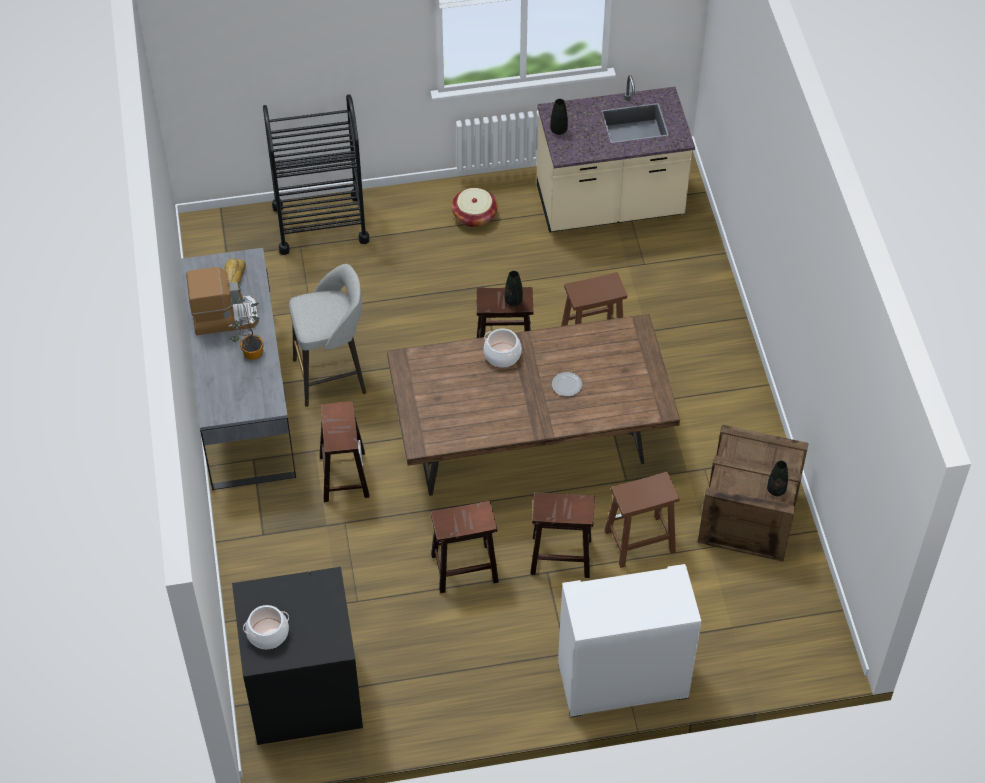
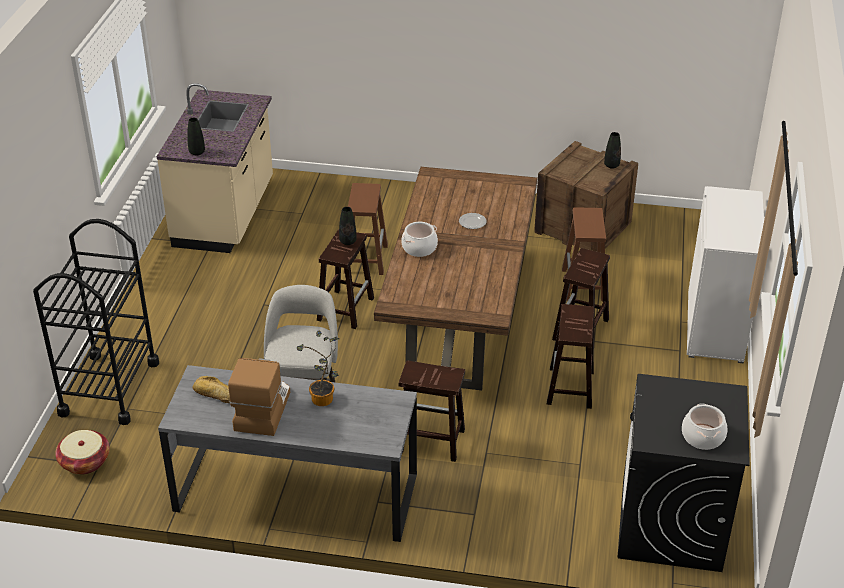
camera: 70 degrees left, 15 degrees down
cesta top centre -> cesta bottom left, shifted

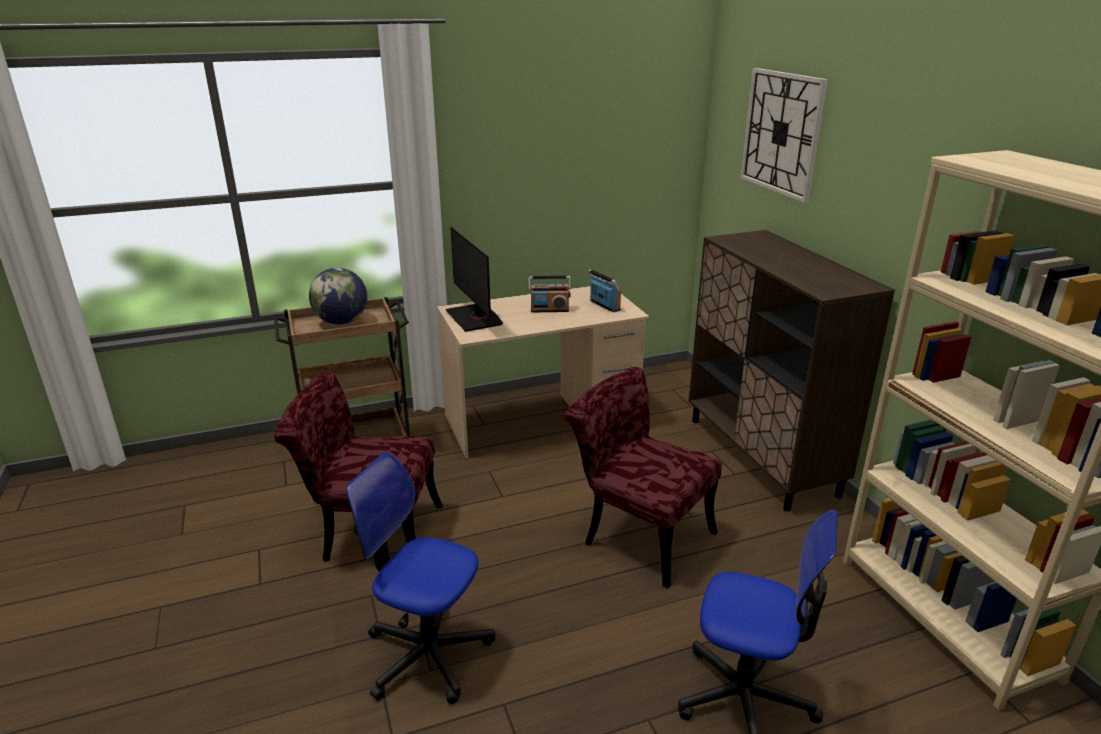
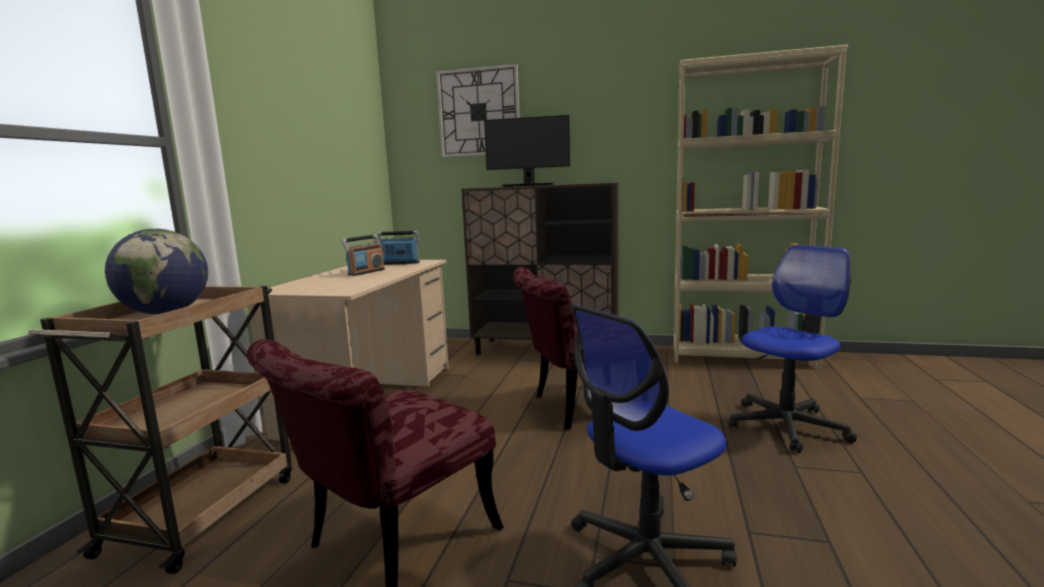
camera: 55 degrees left, 15 degrees down
monitor centre -> monitor top centre, shifted

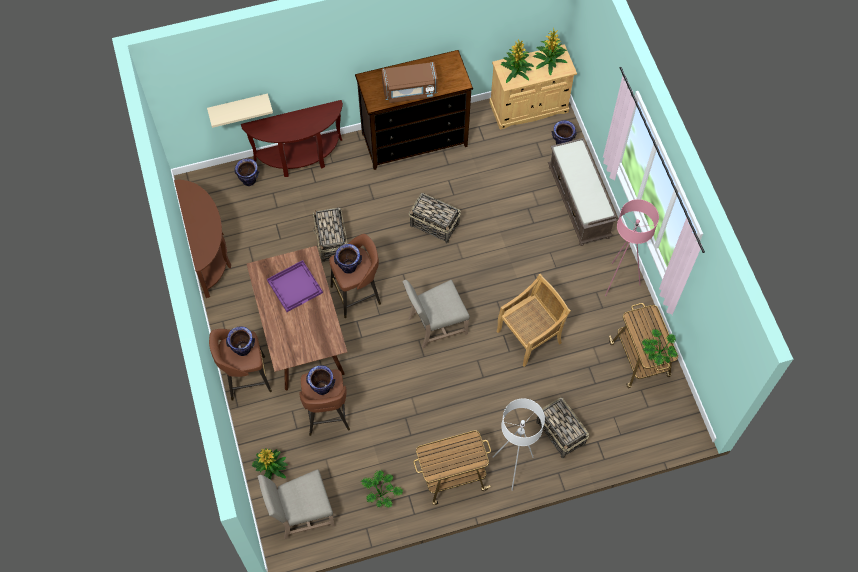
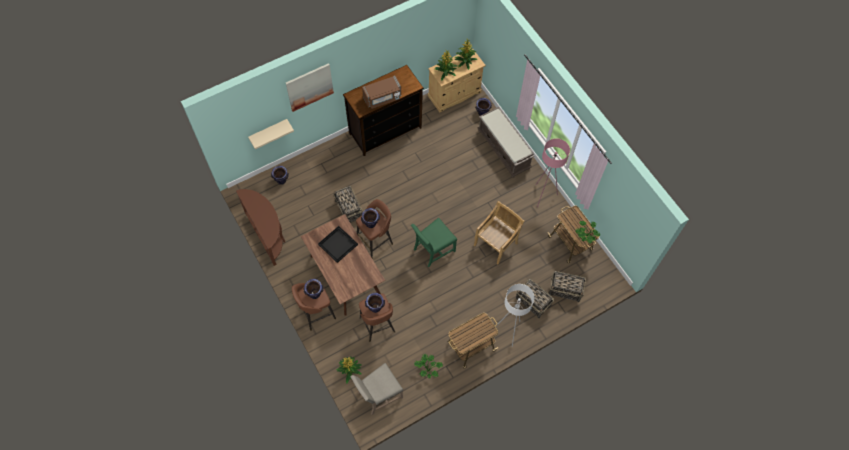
camera: 15 degrees left, 0 degrees up
mesa consola (marrón) (no. 2 from left) top centre -> none
bandeja (morado) centre -> bandeja (negro) centre
silla (beis) (no. 2 from left) centre -> silla (verde) centre
cesta (no. 2 from left in the first image) centre -> cesta (no. 3 from left) middle right, shifted
none -> cuadro top centre

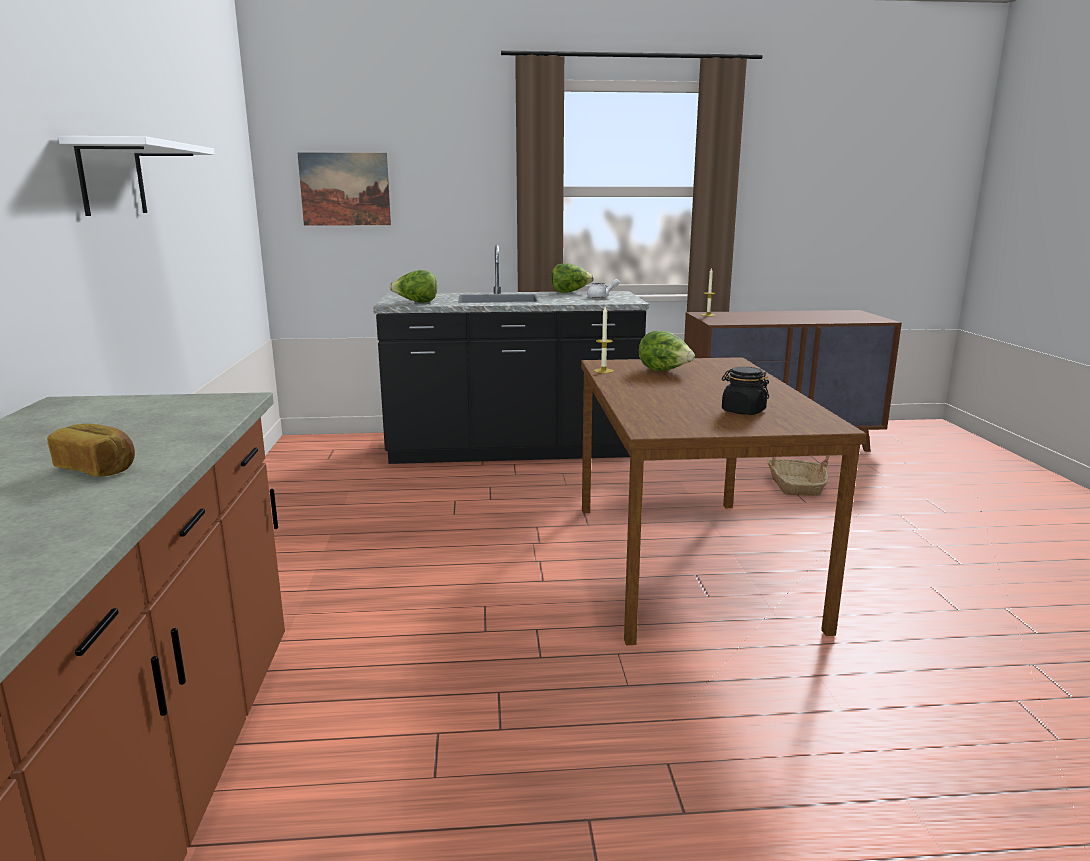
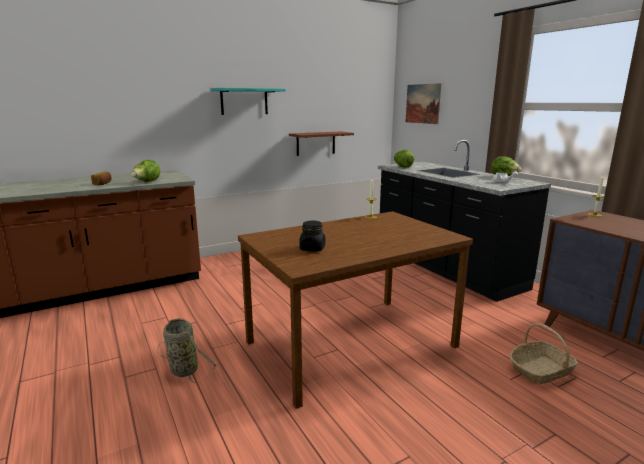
camera: 65 degrees right, 0 degrees up
estante (blanco) top left -> estante (turquesa) top centre
lechuga (no. 3 from left in the first image) centre -> lechuga (no. 1 from left) middle left, shifted
none -> cesta (no. 1 from left) bottom left
none -> estante (marrón) top centre

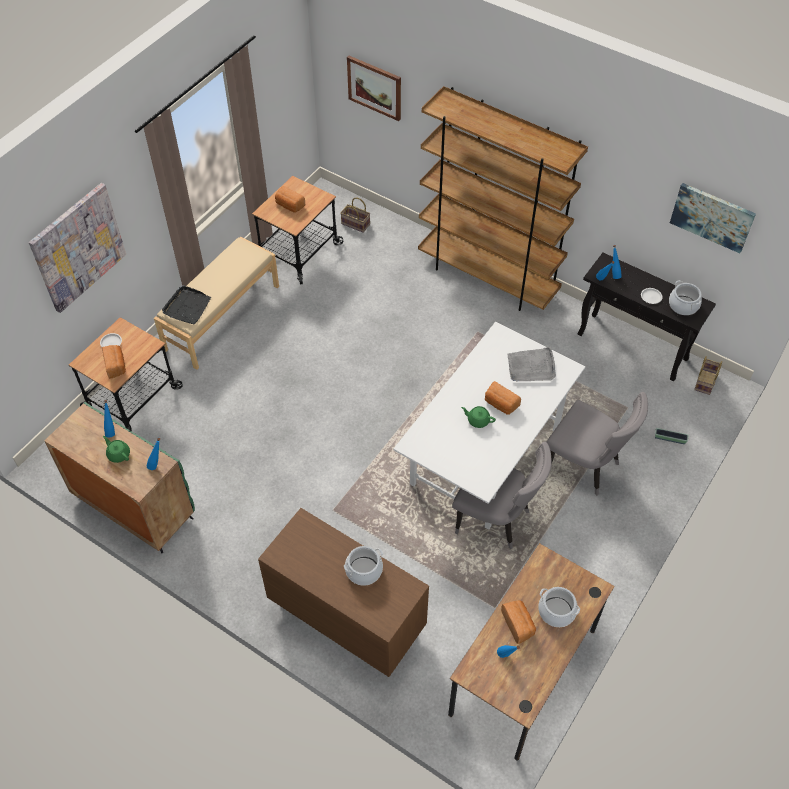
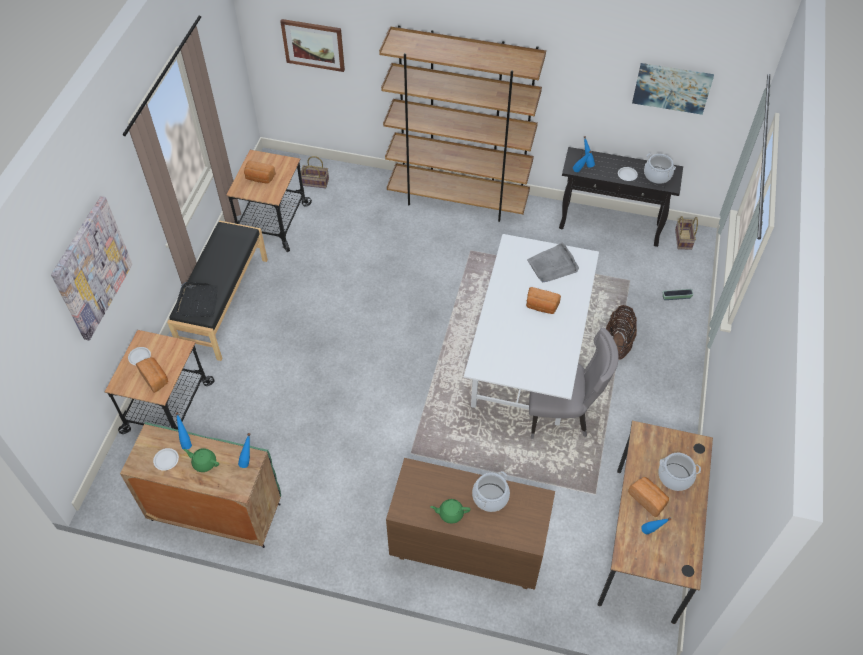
camera: 20 degrees left, 0 degrees up
banco (beis) middle left -> banco (negro) middle left
tetera (verde) (no. 2 from left) centre -> tetera (verde) (no. 2 from left) bottom centre, shifted
silla (gris) (no. 2 from left) middle right -> cesta (no. 2 from left) middle right
none -> plato (blanco) (no. 2 from left) bottom left

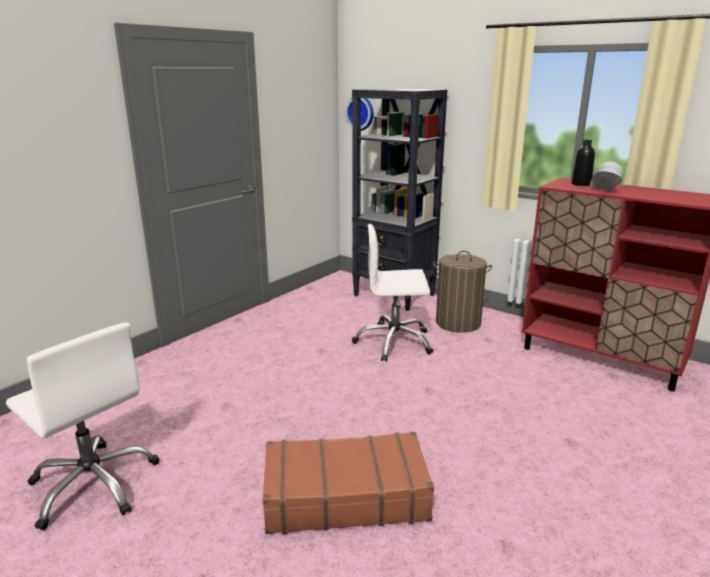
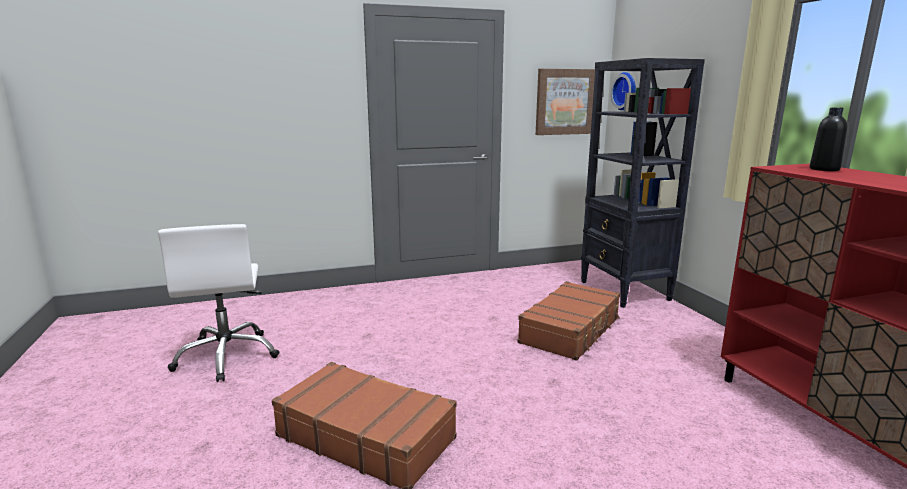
camera: 35 degrees right, 5 degrees down
silla de oficina (blanco) (no. 2 from left) centre -> maleta (marrón) (no. 2 from left) centre
cesto de la ropa centre -> none
casco (blanco) top right -> none
none -> cuadro top centre

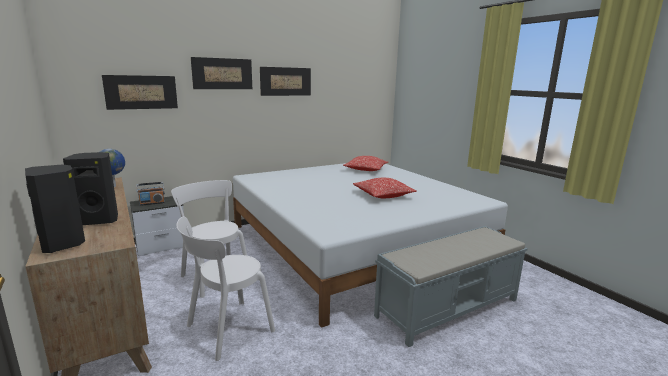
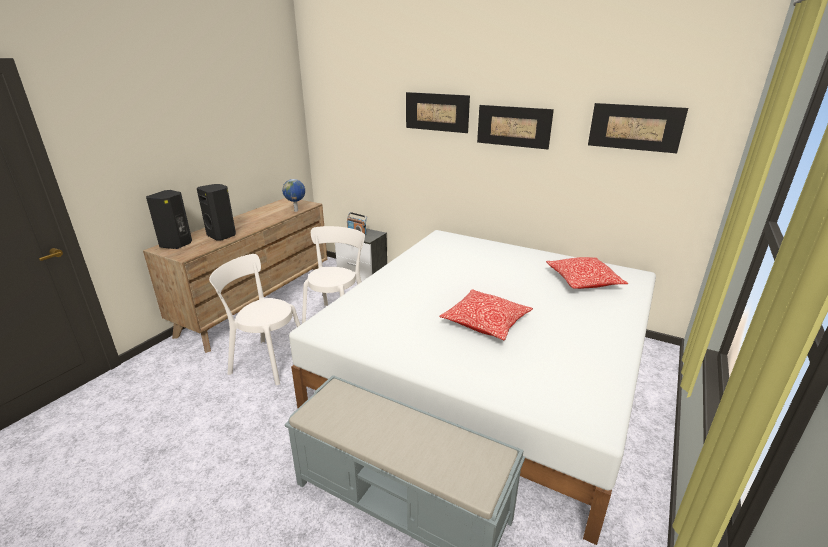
camera: 60 degrees right, 10 degrees up
cuadro (no. 1 from left in the first image) top left -> cuadro (no. 3 from left) top right, shifted

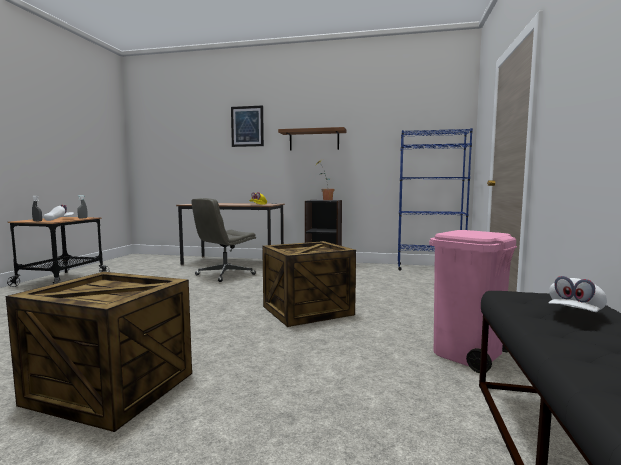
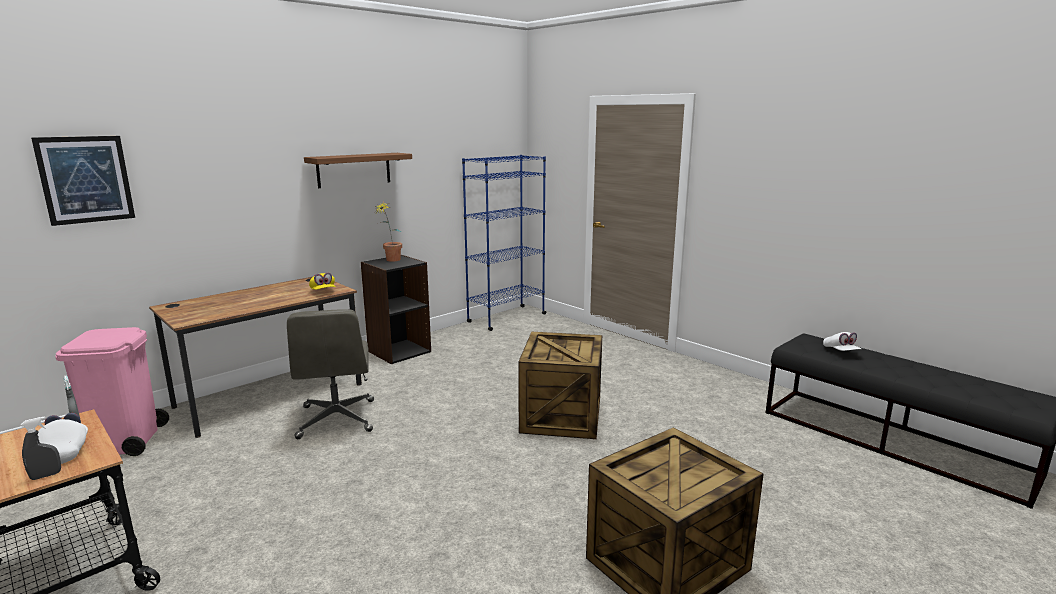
camera: 55 degrees left, 10 degrees up
cuadro top centre -> cuadro top left, shifted
papelera (rosa) middle right -> papelera (rosa) middle left, shifted

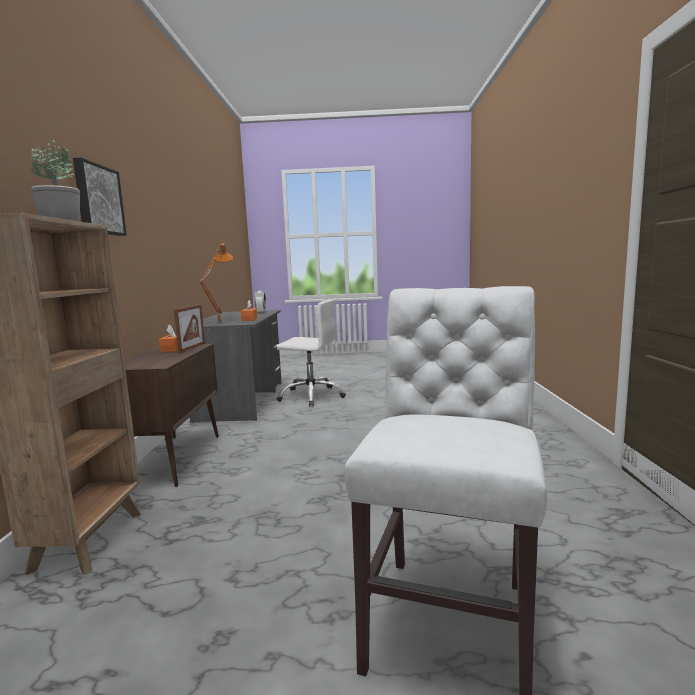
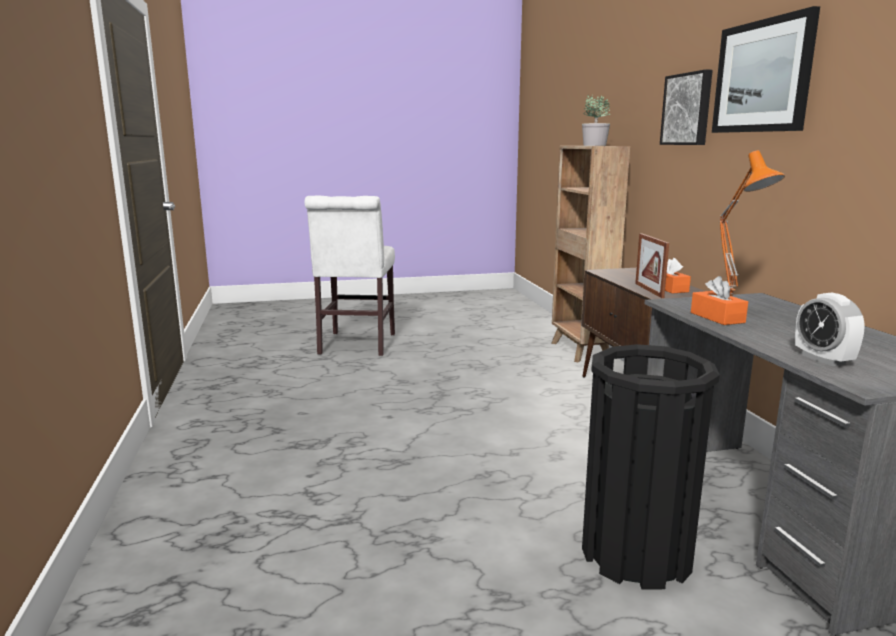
camera: 165 degrees right, 5 degrees up
silla de oficina (blanco) centre -> papelera (negro) bottom right
none -> cuadro (no. 2 from left) top right

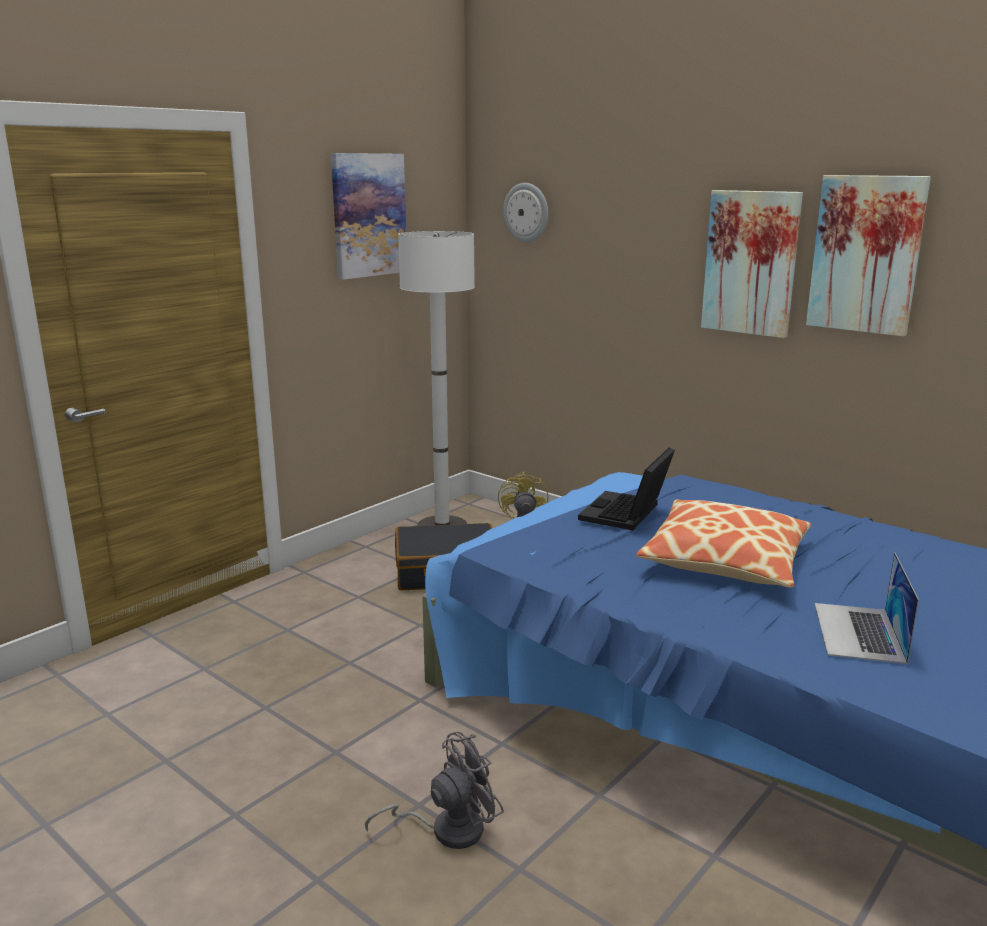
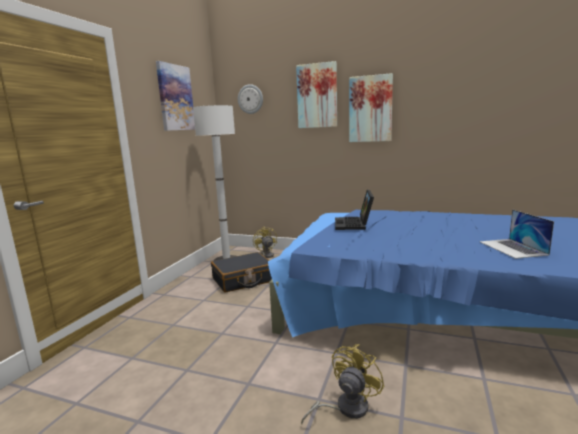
camera: 20 degrees left, 5 degrees down
ventilador (gris) bottom centre -> ventilador (amarillo) (no. 2 from left) bottom centre
cojín middle right -> none
cuadro (no. 3 from left in the first image) top right -> cuadro (no. 2 from left) top centre, shifted

